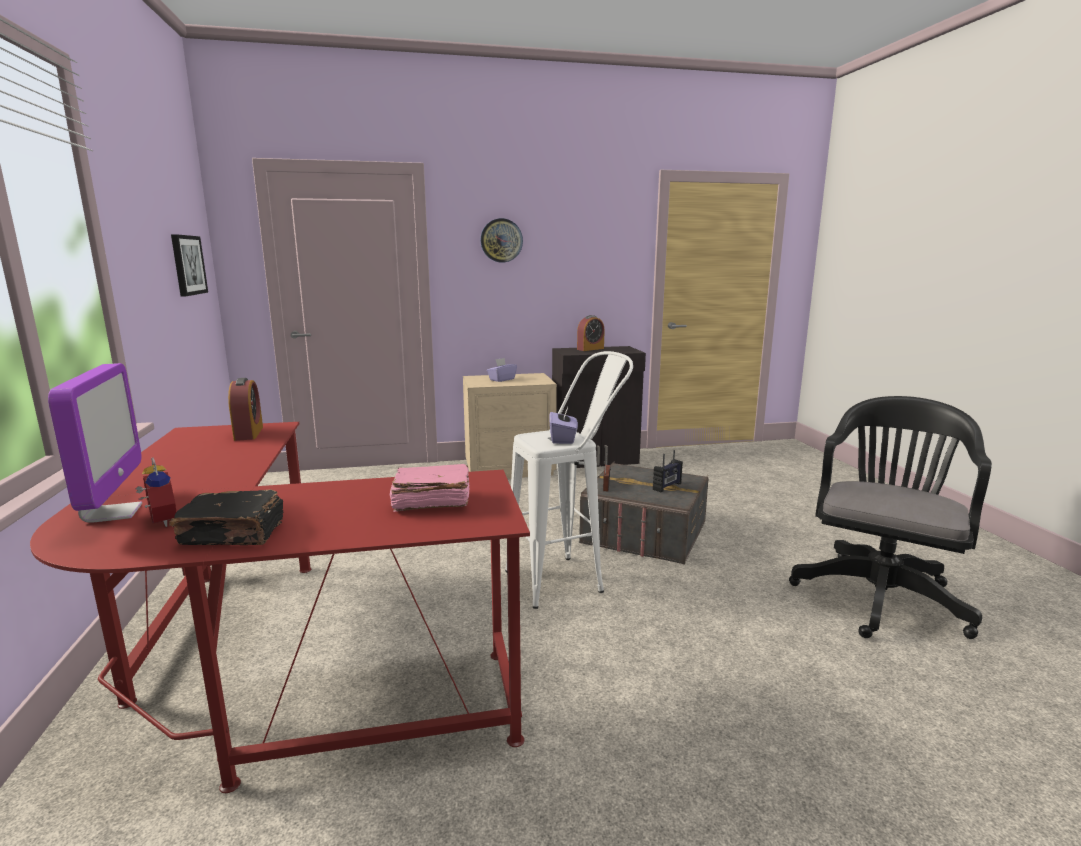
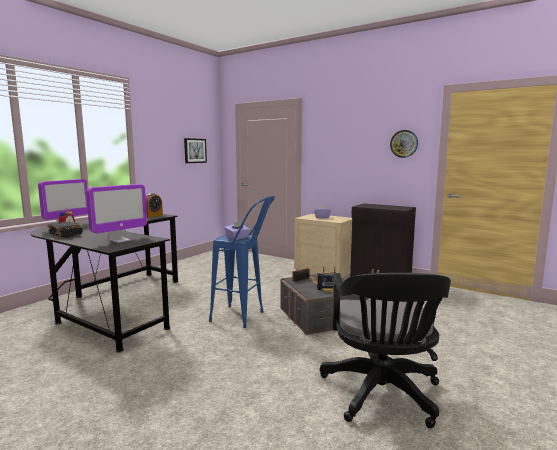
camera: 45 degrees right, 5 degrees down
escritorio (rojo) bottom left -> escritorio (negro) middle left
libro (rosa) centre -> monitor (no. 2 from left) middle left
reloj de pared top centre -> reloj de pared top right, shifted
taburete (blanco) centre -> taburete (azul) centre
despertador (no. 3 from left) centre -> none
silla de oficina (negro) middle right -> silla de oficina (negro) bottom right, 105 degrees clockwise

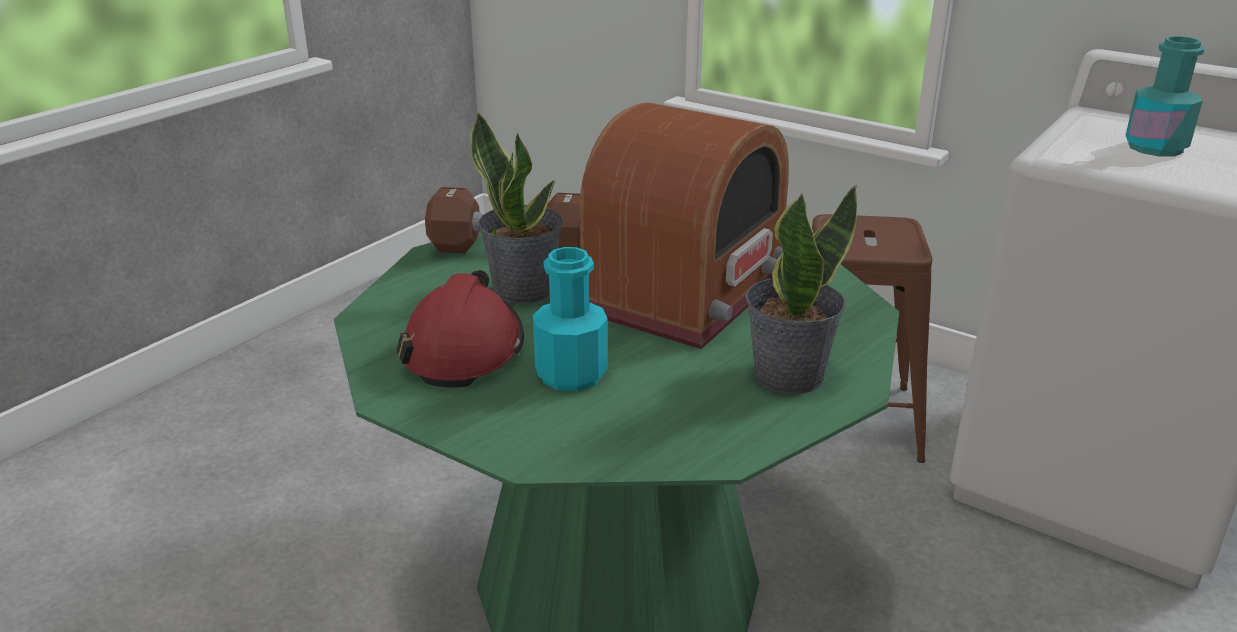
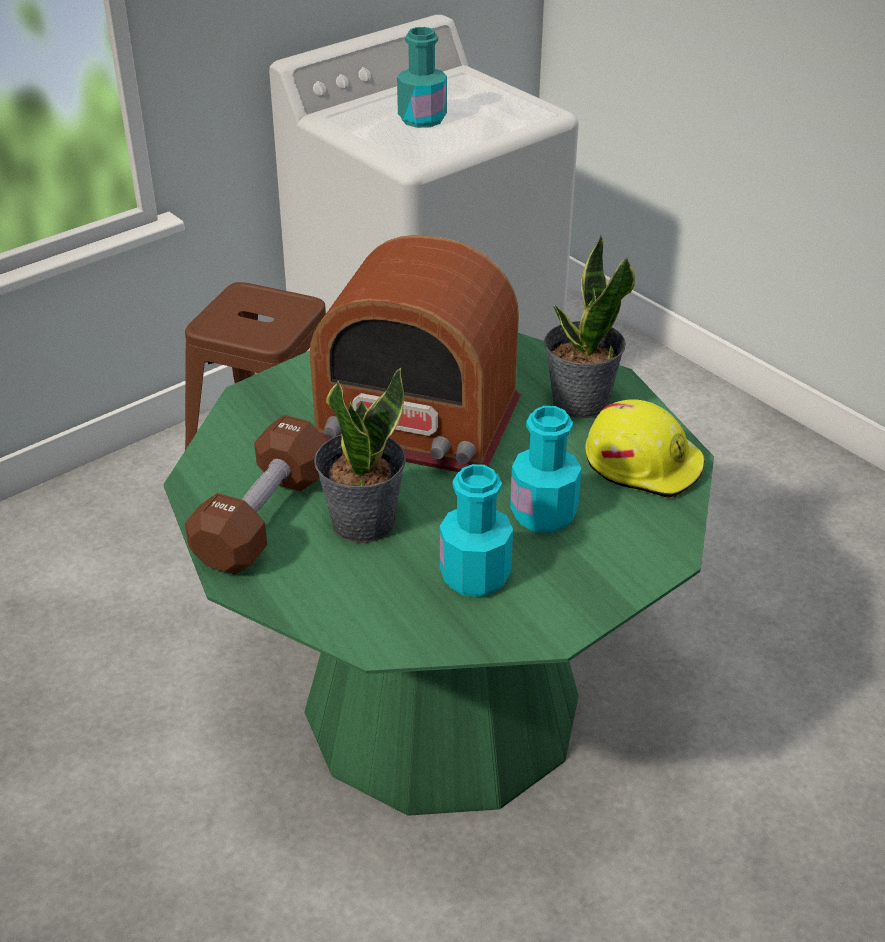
camera: 75 degrees left, 10 degrees up
casco (rojo) centre -> botella (turquesa) (no. 2 from left) centre
radio centre, 150 degrees clockwise
none -> casco (amarillo) middle right

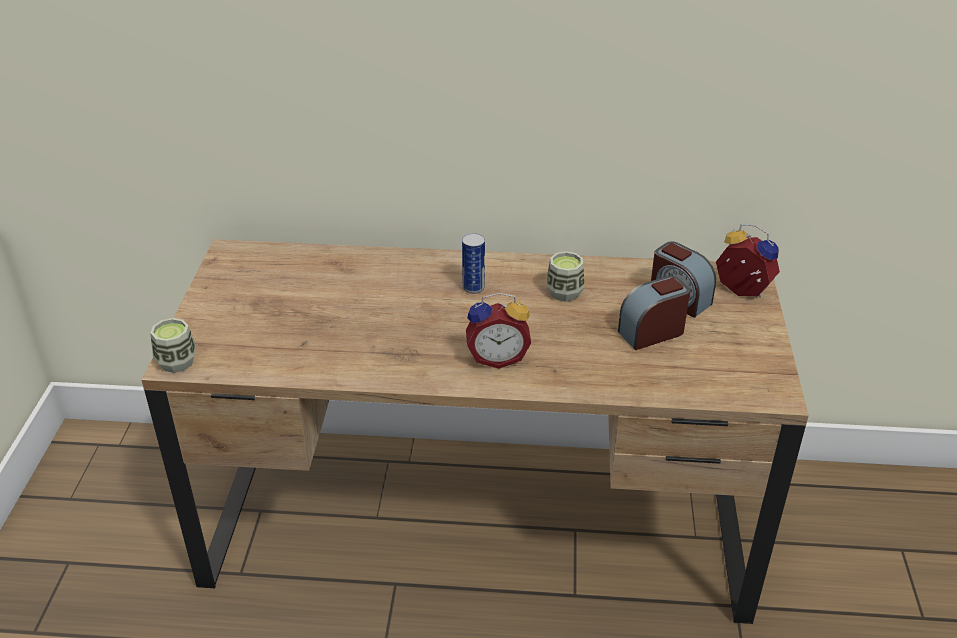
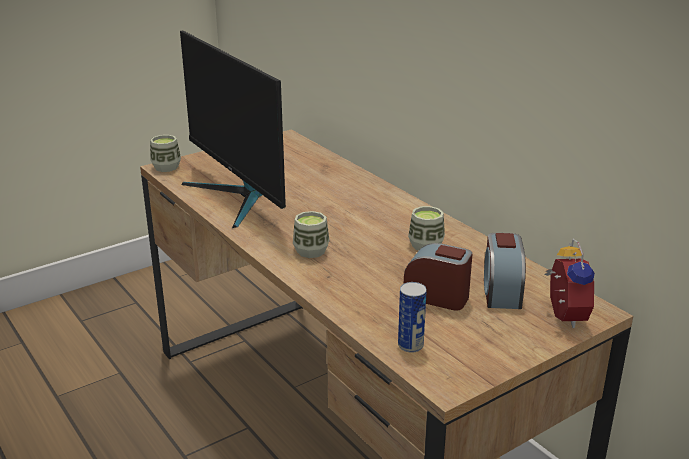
camera: 50 degrees right, 10 degrees down
lata centre -> lata bottom centre, shifted
despertador (no. 1 from left) centre -> taza (no. 2 from left) centre
none -> monitor top centre

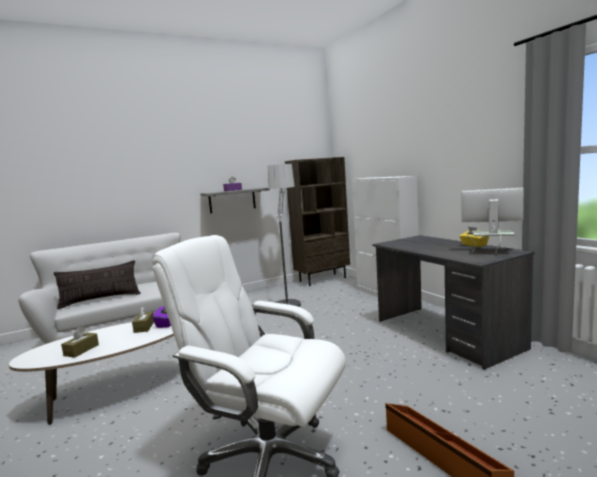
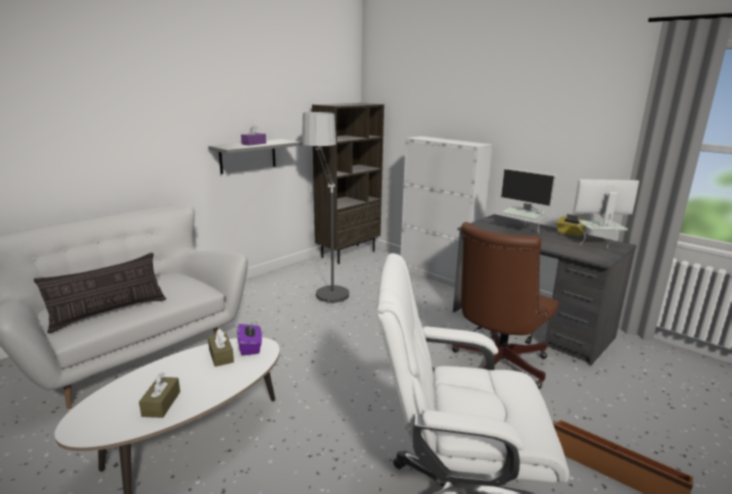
camera: 20 degrees left, 10 degrees up
none -> silla de oficina (marrón) middle right
none -> monitor (no. 1 from left) middle right

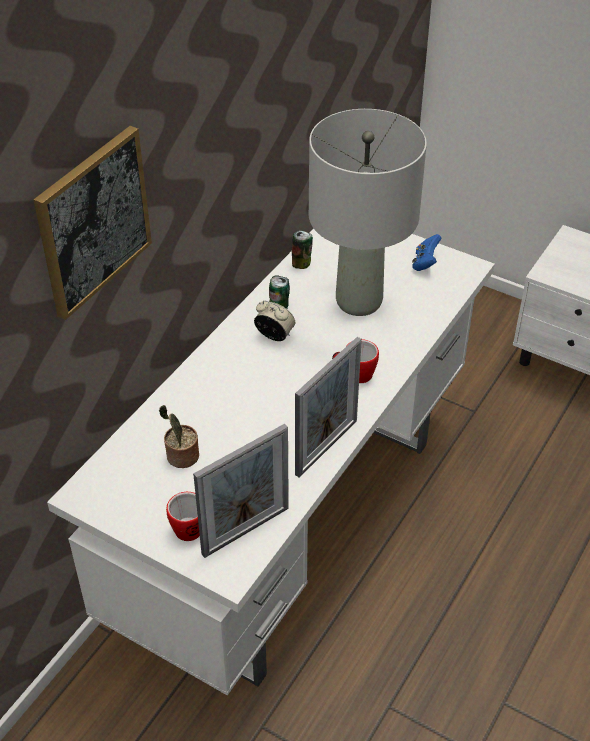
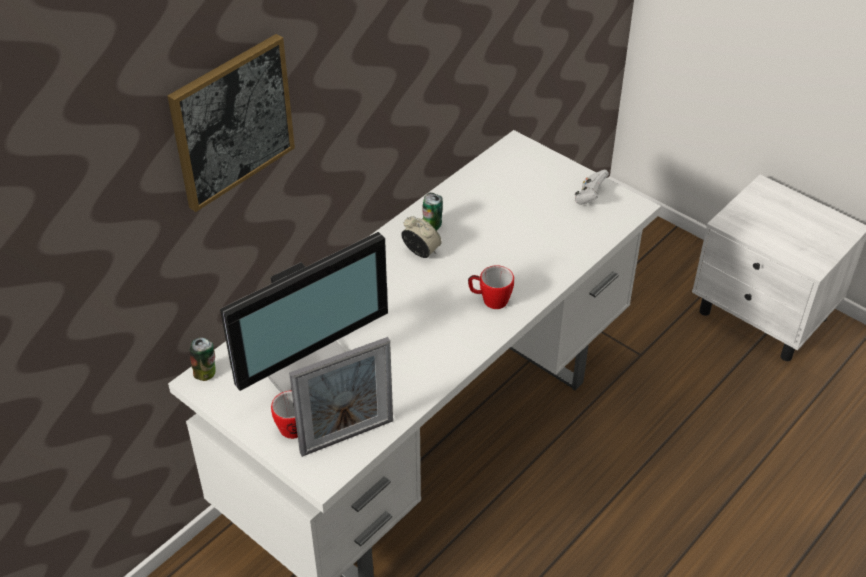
camera: 10 degrees right, 0 degrees up
planta en maceta middle left -> monitor centre
lata (no. 2 from left in the first image) centre -> lata (no. 1 from left) middle left, shifted
portarretratos (no. 2 from left) centre -> none
lámpara de mesa (gris) top centre -> none
mando de consola (azul) middle right -> mando de consola (blanco) top right

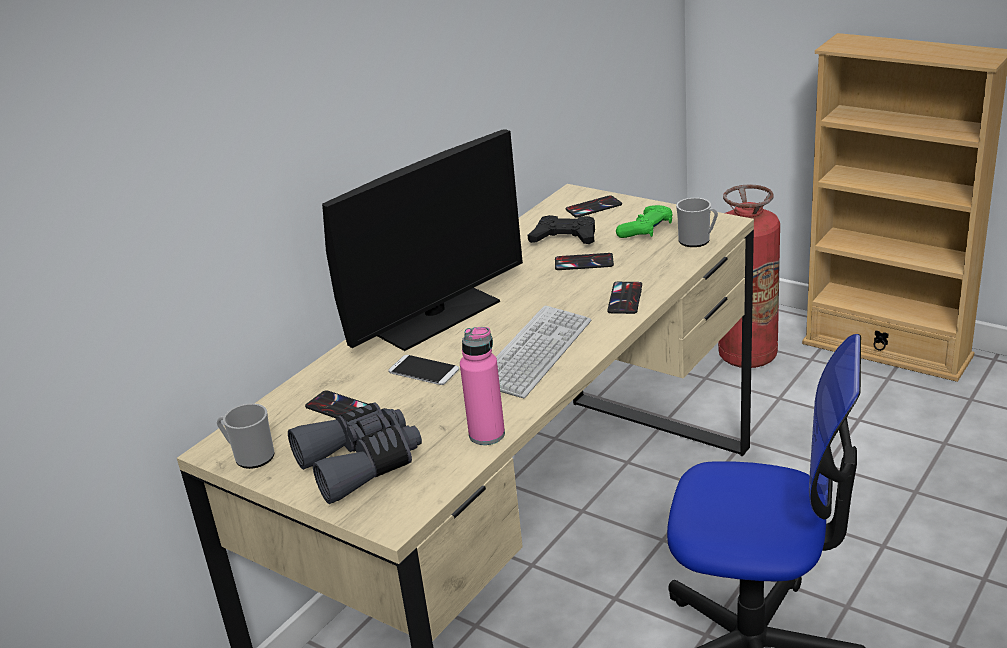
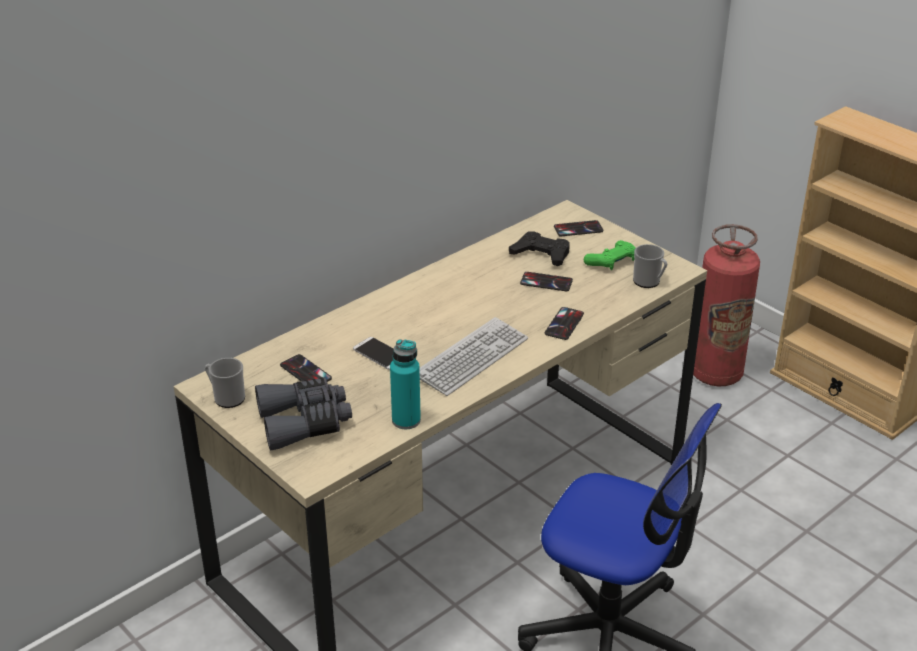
camera: 10 degrees right, 5 degrees up
monitor centre -> none
botella (rosa) centre -> botella (turquesa) centre

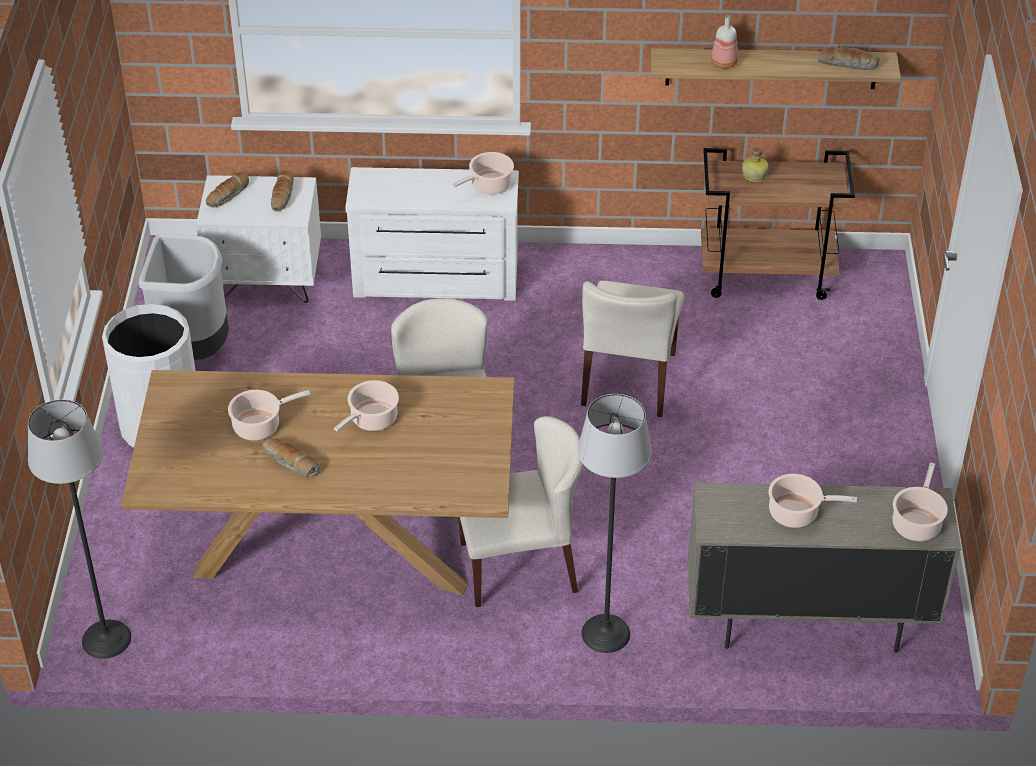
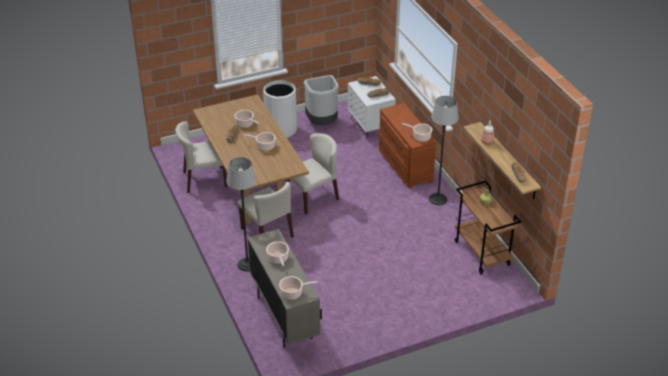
camera: 65 degrees right, 5 degrees down
lámpara de pie (no. 1 from left in the first image) bottom left -> lámpara de pie (no. 2 from left) centre, shifted
cómoda (blanco) top centre -> cómoda (marrón) centre
silla (beis) (no. 3 from left in the first image) centre -> silla (beis) (no. 1 from left) middle left, shifted

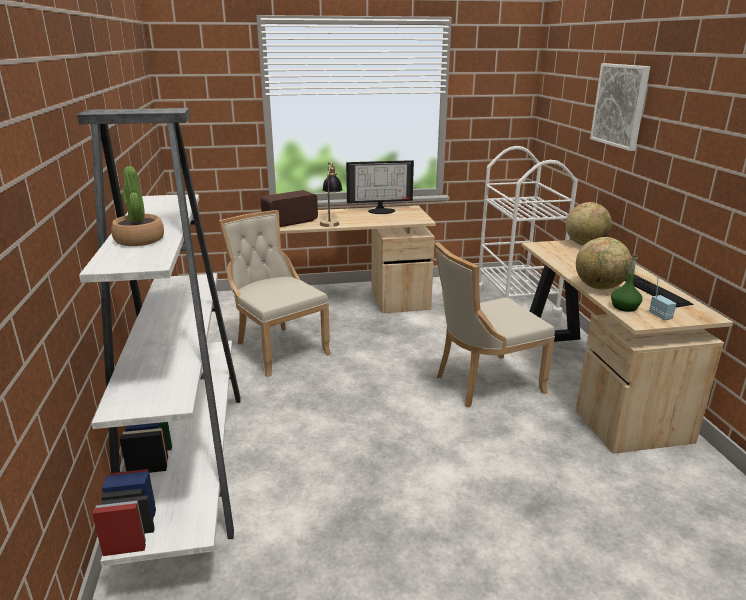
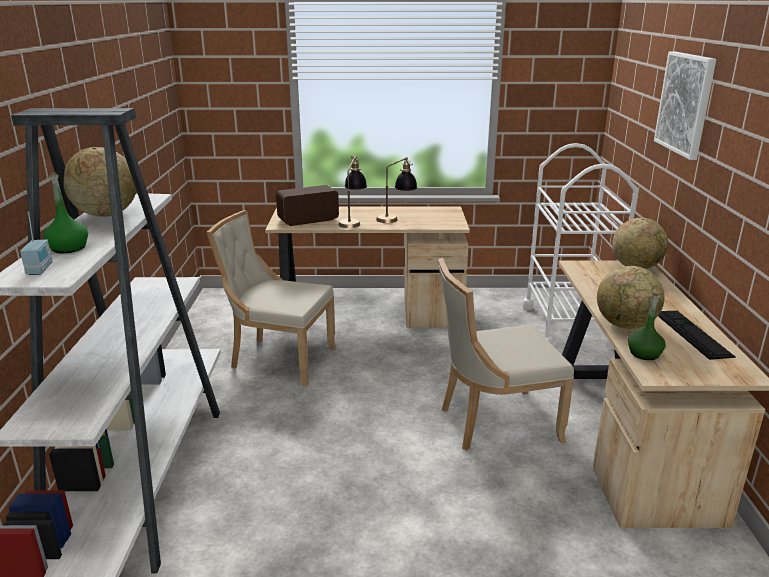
camera: 10 degrees right, 0 degrees up
planta en maceta middle left -> botella (verde) (no. 1 from left) middle left
silla (beis) (no. 1 from left) centre, 45 degrees counterclockwise
monitor top centre -> none
radio (no. 2 from left in the first image) middle right -> radio (no. 1 from left) middle left, shifted
none -> globo terráqueo (no. 1 from left) top left
none -> lámpara de mesa (no. 2 from left) top centre

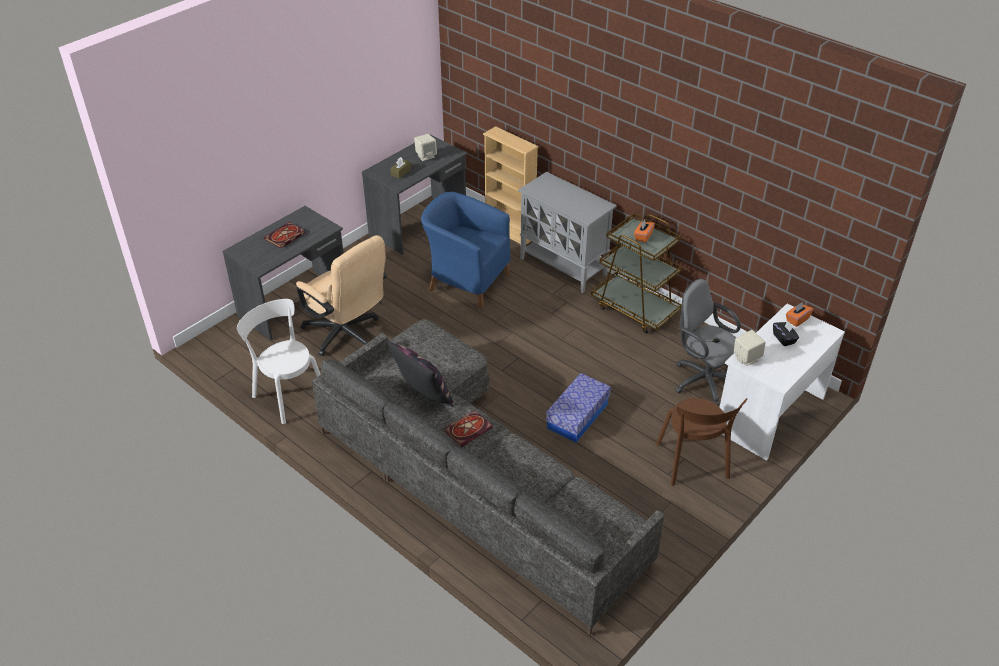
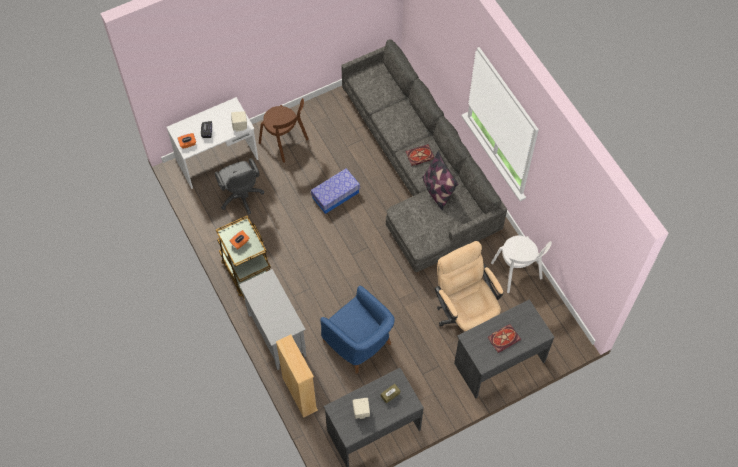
camera: 160 degrees left, 20 degrees up
silla (marrón) middle right -> silla (marrón) top centre, 120 degrees clockwise

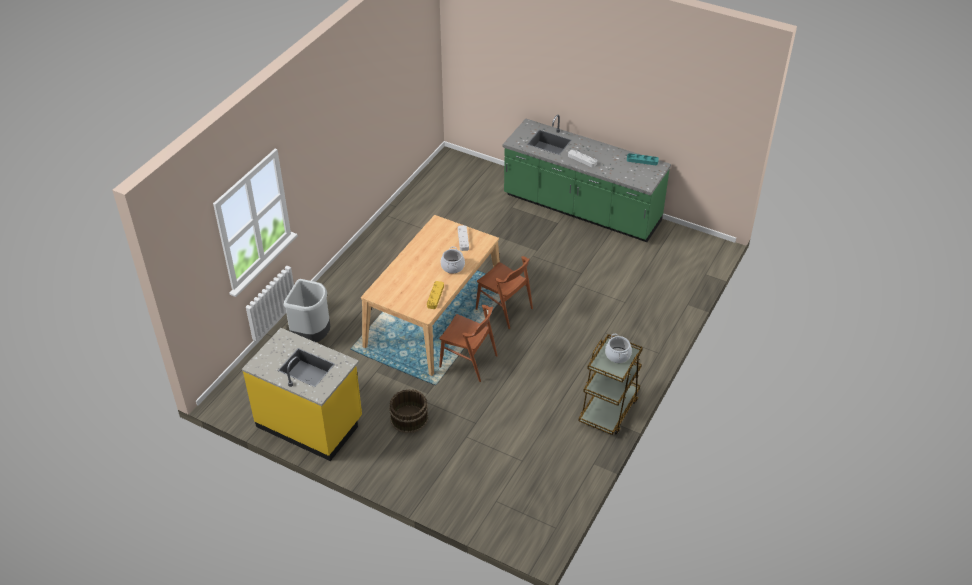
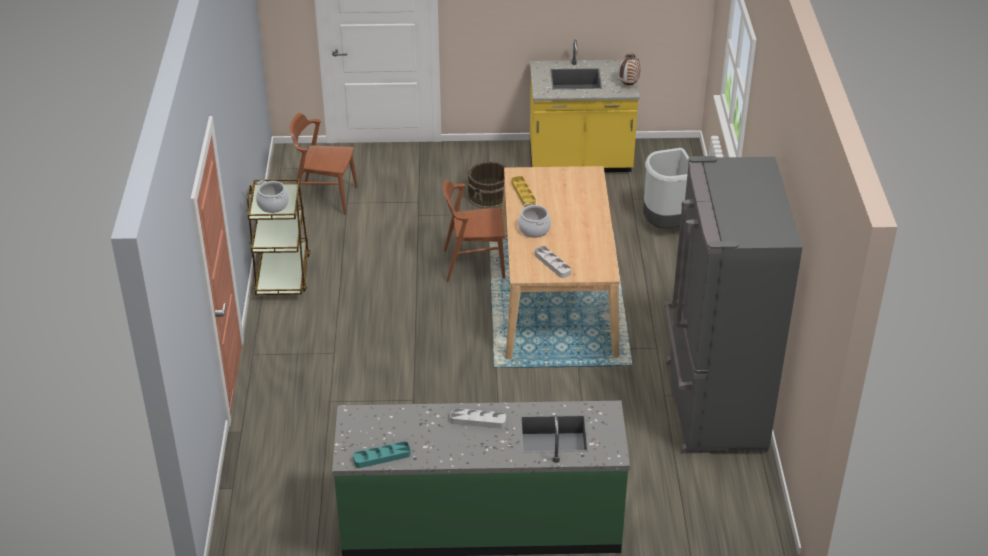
camera: 150 degrees right, 5 degrees down
silla (marrón) (no. 2 from left in the first image) centre -> silla (marrón) (no. 1 from left) top left, shifted
none -> florero top centre
none -> nevera (gris) middle right

